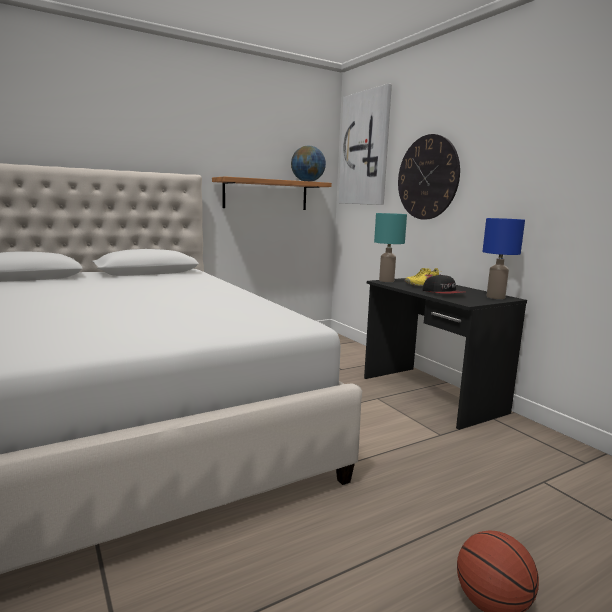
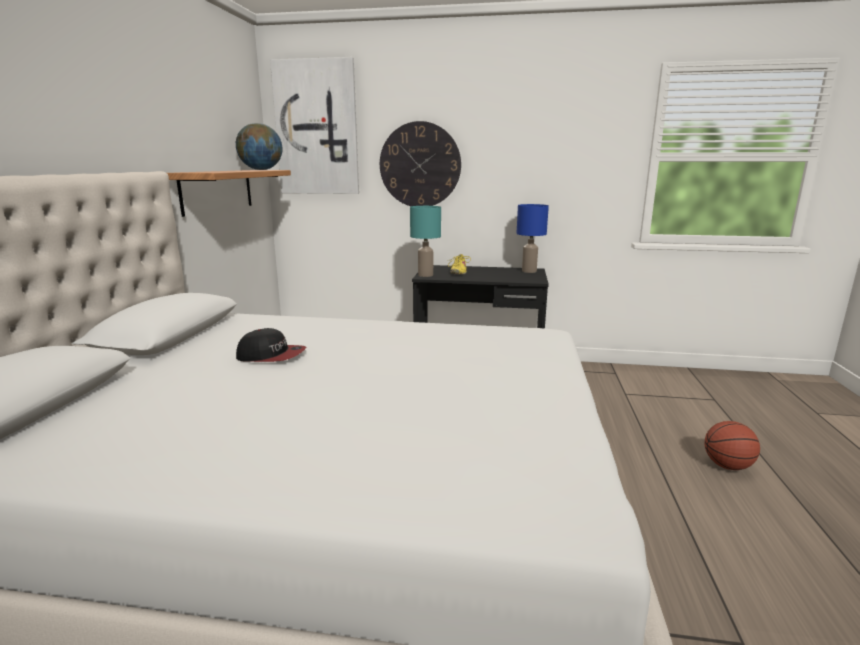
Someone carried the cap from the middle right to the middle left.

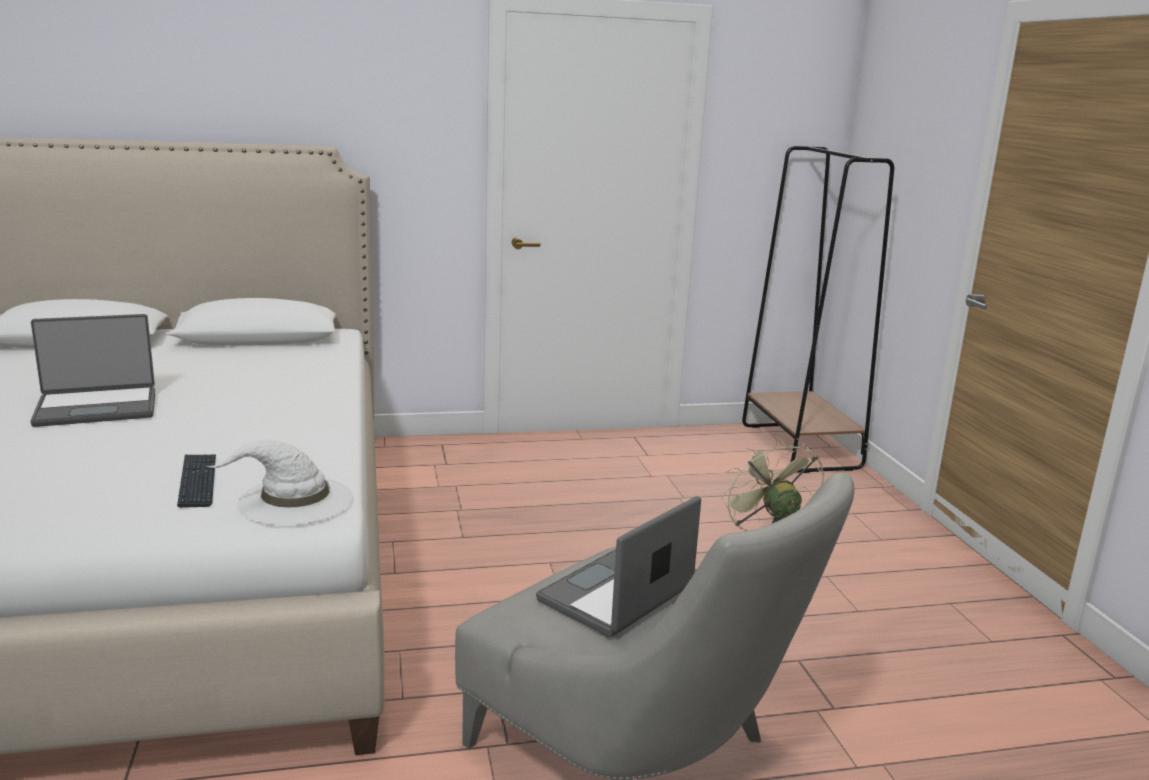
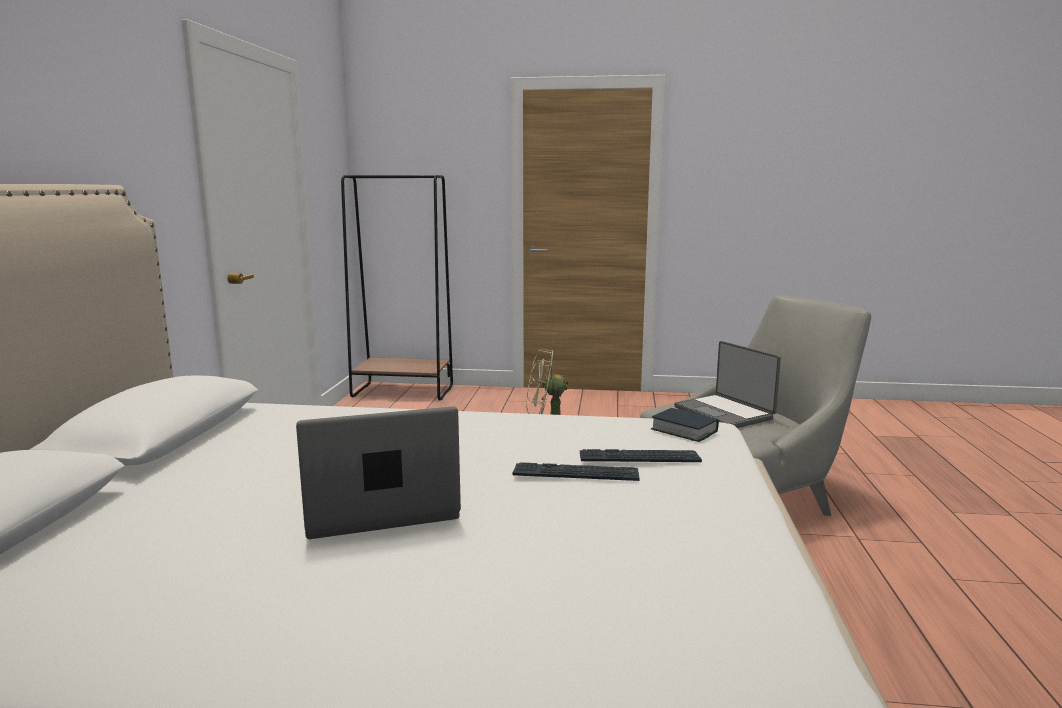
Someone rotated the laptop (no. 1 from left) at the middle left by 105 degrees counterclockwise. Someone put down the keyboard (no. 1 from left) at the centre. Someone swapped the white_hat at the middle left for the book at the centre.

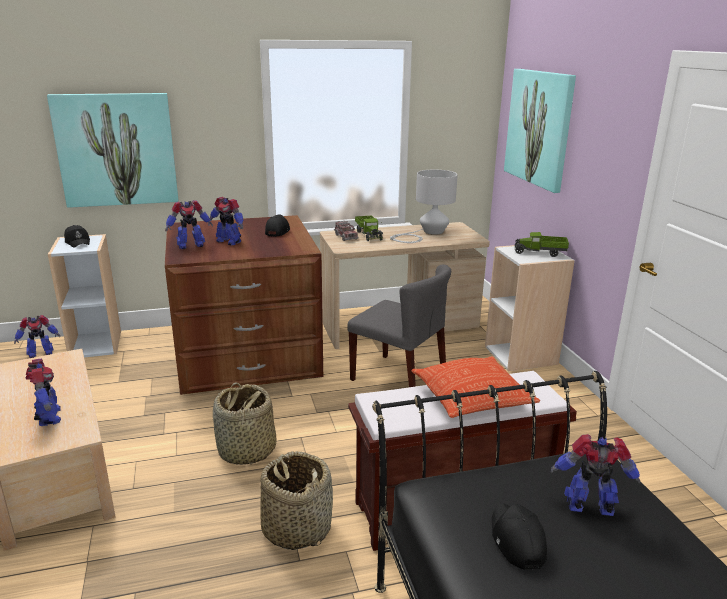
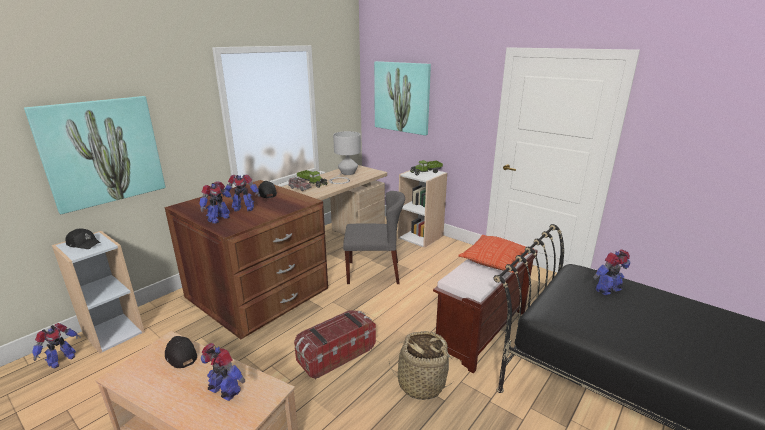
Someone carried the black_cap (no. 3 from left in the first image) from the bottom right to the bottom left. Someone swapped the basket (no. 1 from left) at the bottom centre for the storage_box at the bottom centre.

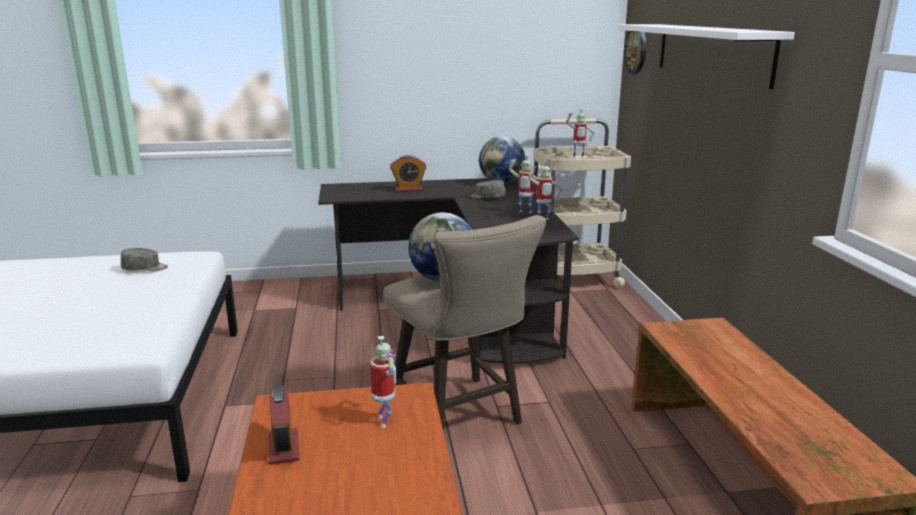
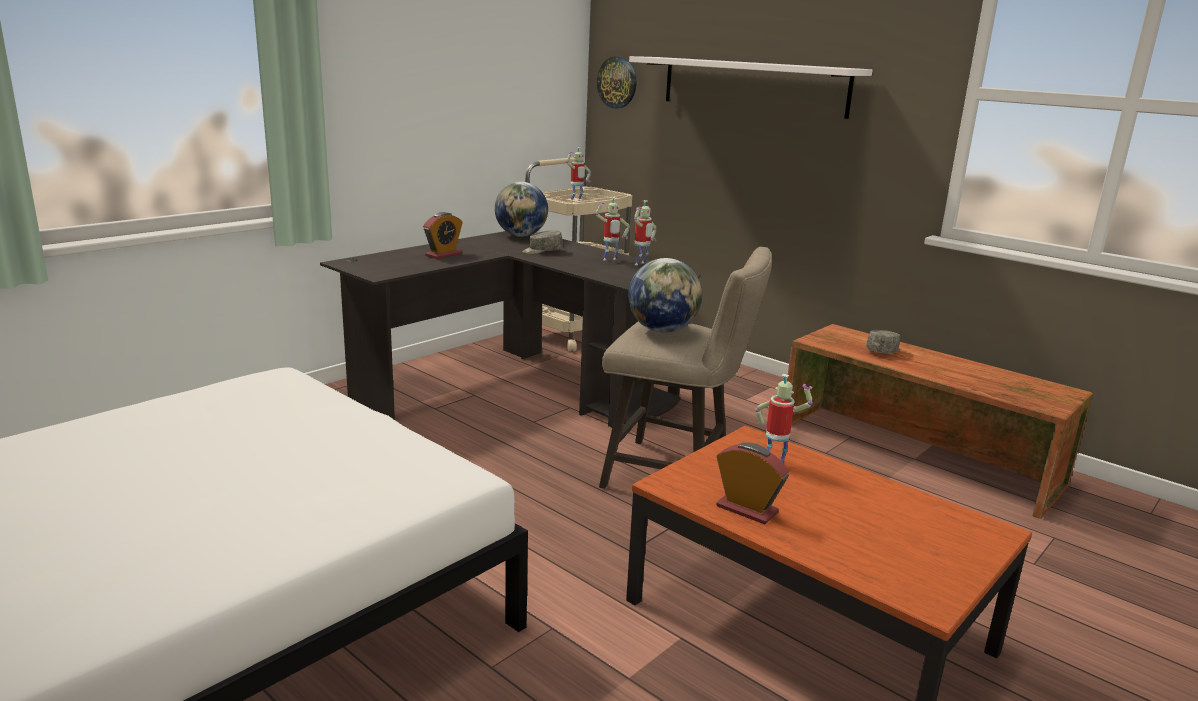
Someone carried the grey_cap (no. 1 from left in the first image) from the middle left to the middle right.

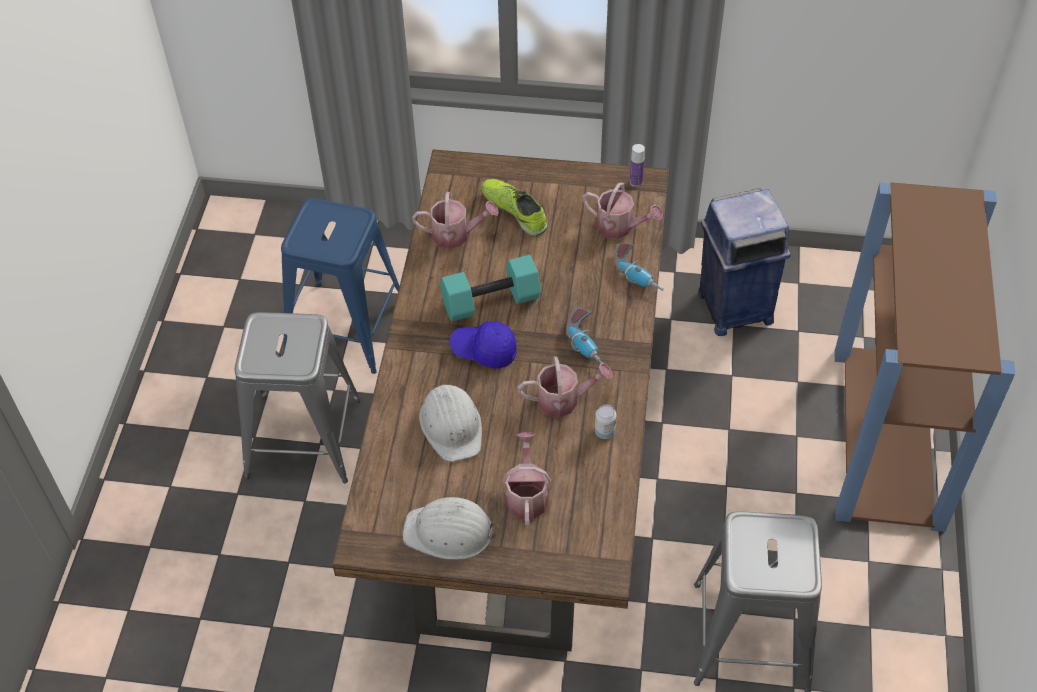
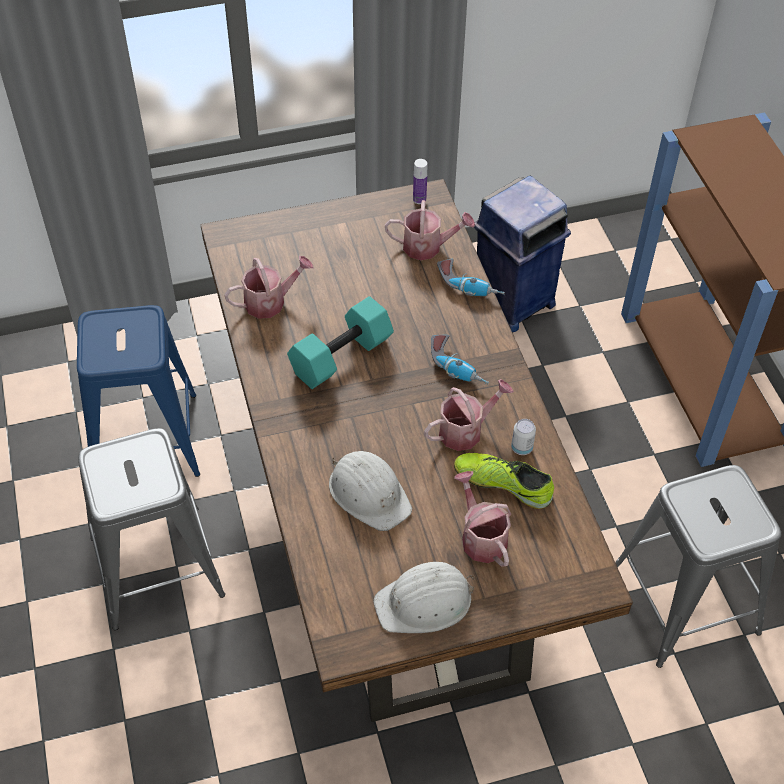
Someone carried the shoe from the top centre to the centre. Someone took away the blue_cap at the centre.

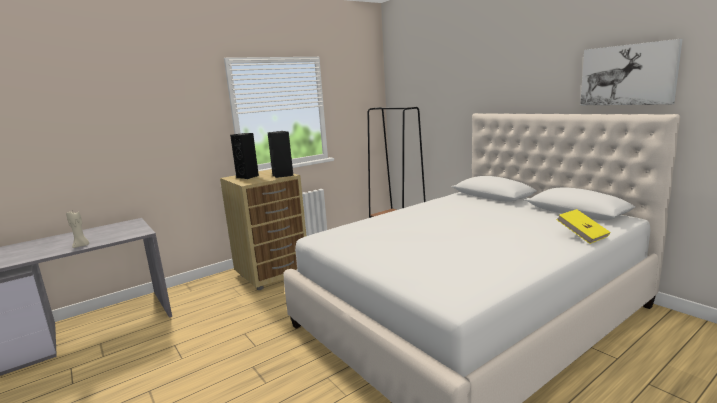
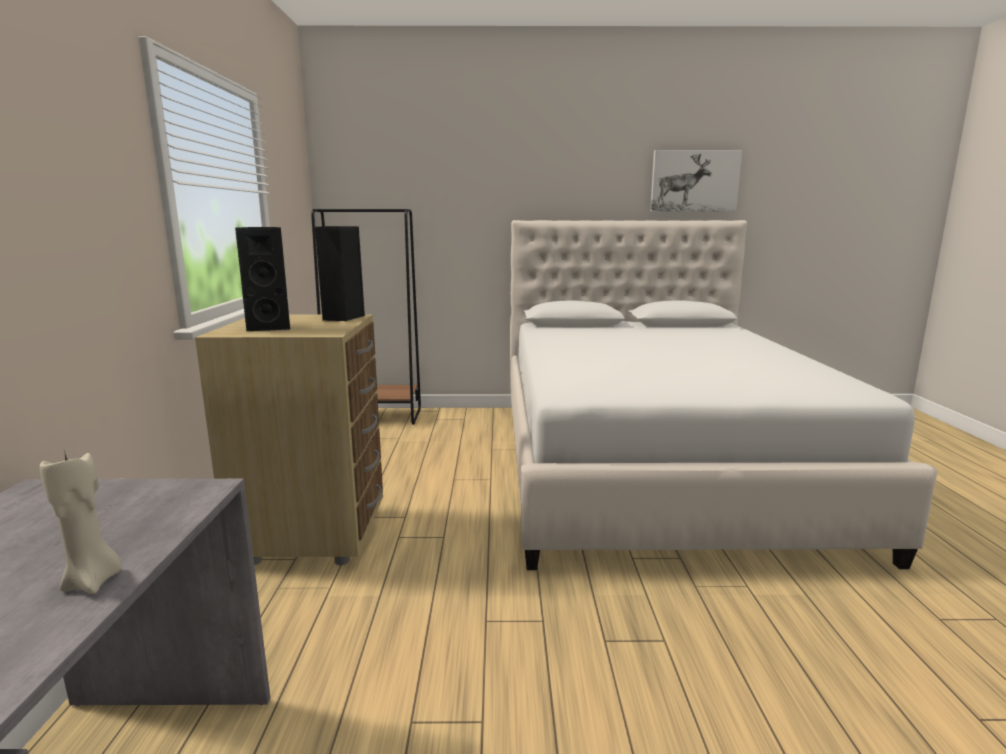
Someone took away the yellow_book at the middle right.

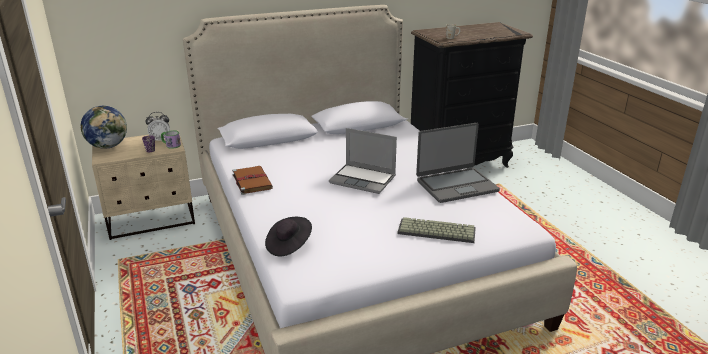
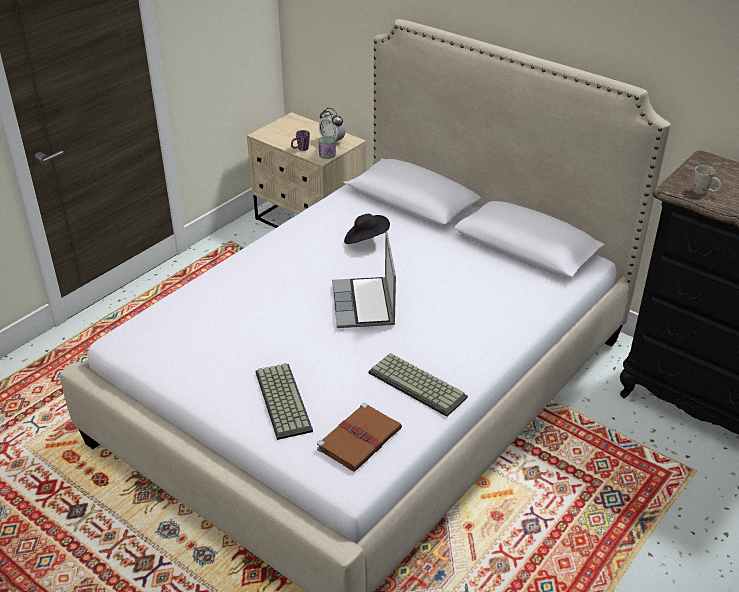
Someone carried the brown_book from the centre to the bottom centre. Someone carried the black_hat from the bottom centre to the centre. Someone swapped the laptop (no. 2 from left) at the centre for the keyboard (no. 2 from left) at the centre. Someone took away the globe at the middle left.

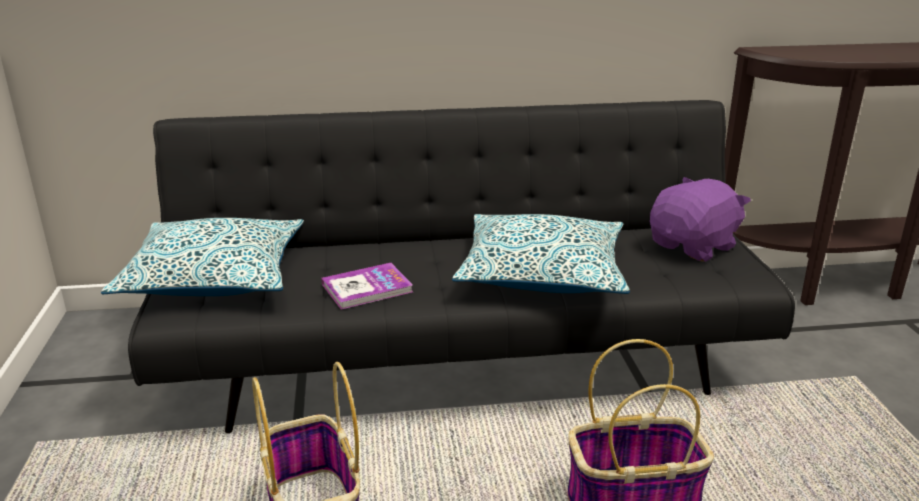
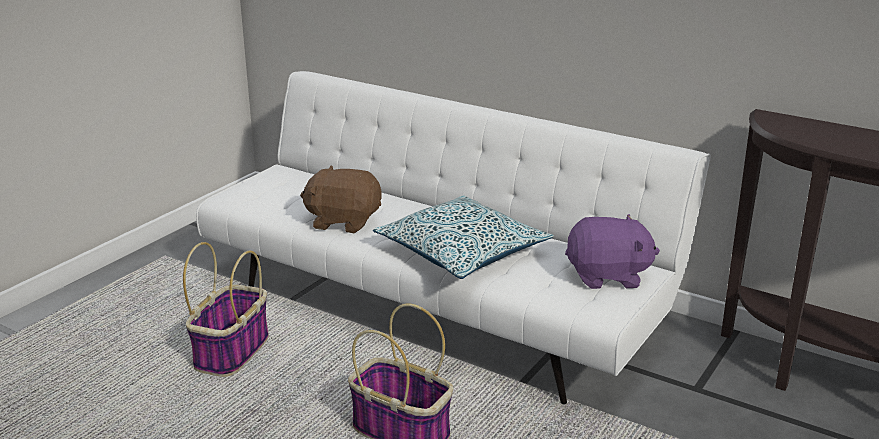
Someone repainted the black_sofa at the centre, which became the white_sofa at the centre. Someone swapped the book at the centre for the brown_plush_toy at the centre. Someone took away the pillow (no. 1 from left) at the middle left.

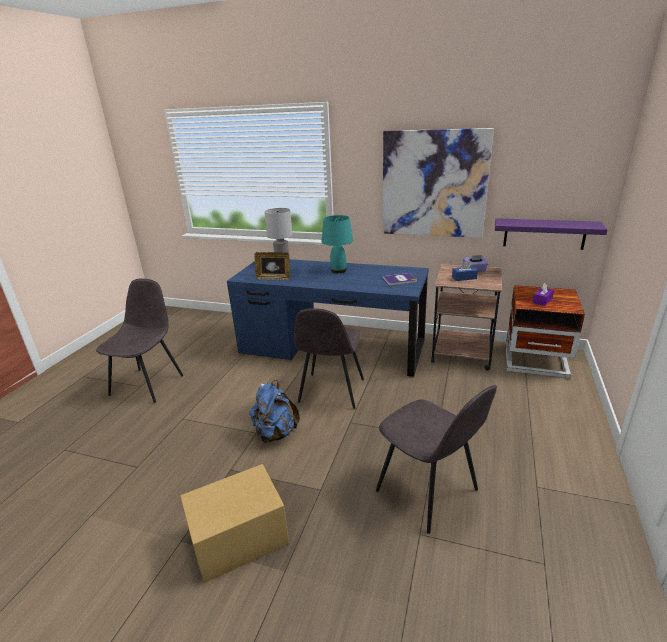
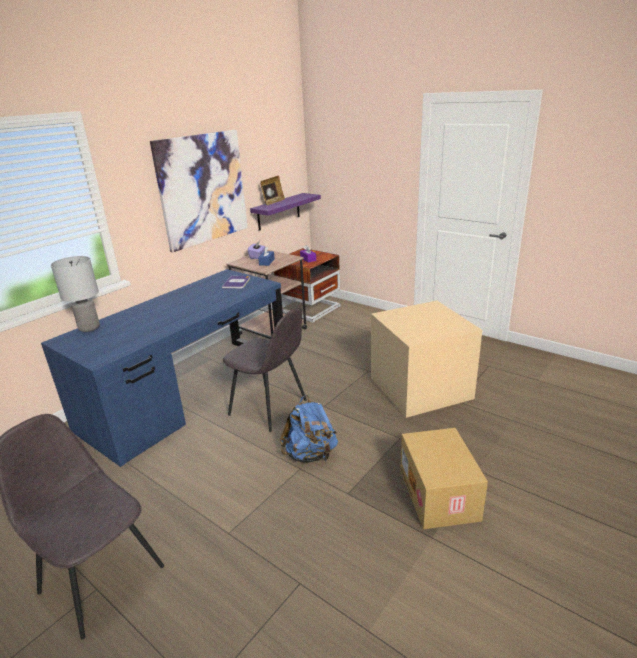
Someone carried the picture_frame from the centre to the top centre. Someone swapped the grey_chair (no. 3 from left) at the bottom centre for the beige_storage_box at the middle right. Someone took away the turquoise_table_lamp at the centre.

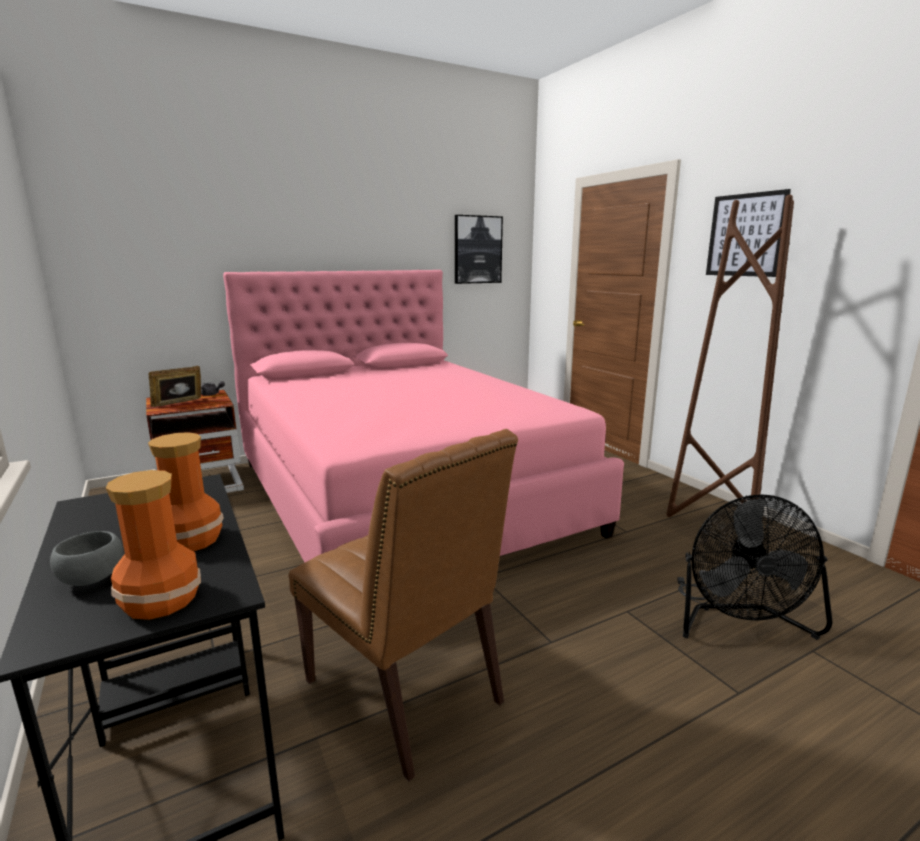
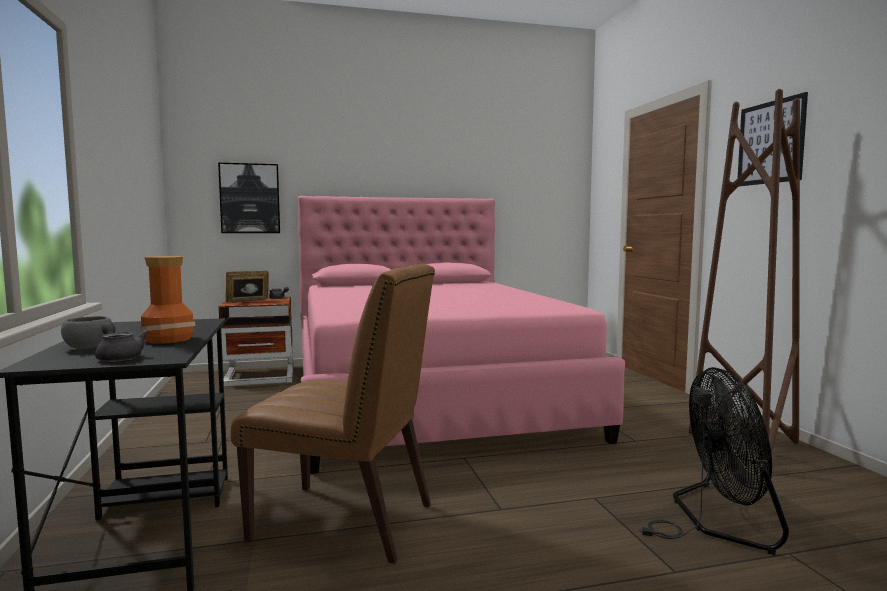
Someone swapped the vase (no. 1 from left) at the middle left for the grey_teapot (no. 1 from left) at the middle left. Someone carried the picture (no. 1 from left) from the top centre to the middle left. Someone rotated the brown_chair at the bottom centre by 45 degrees counterclockwise. Someone rotated the black_fan at the bottom right by 105 degrees counterclockwise.

